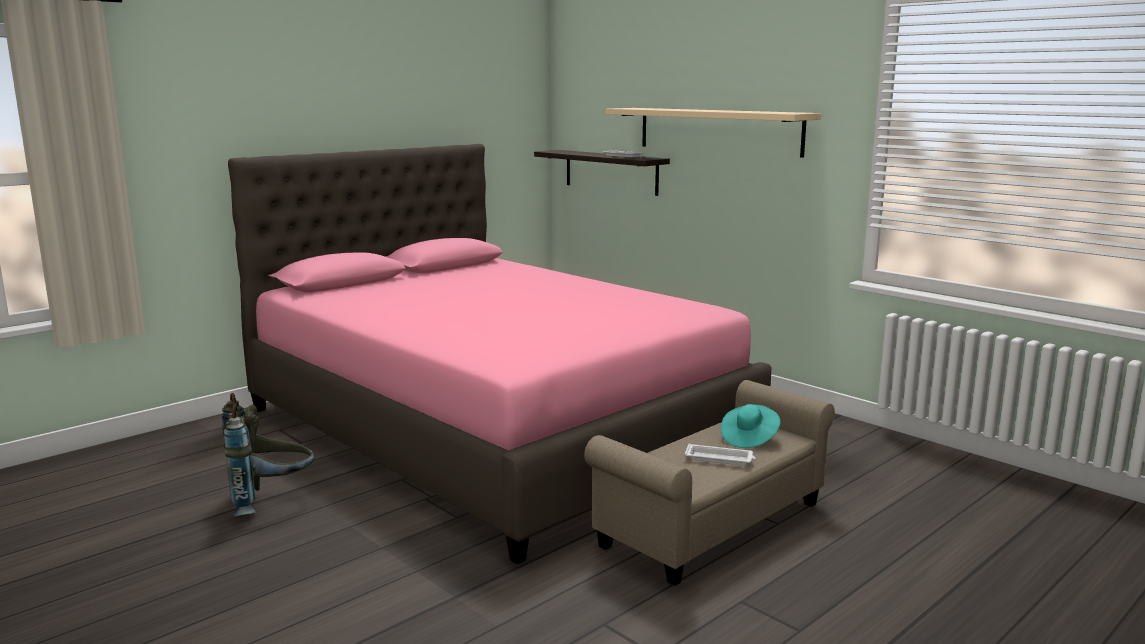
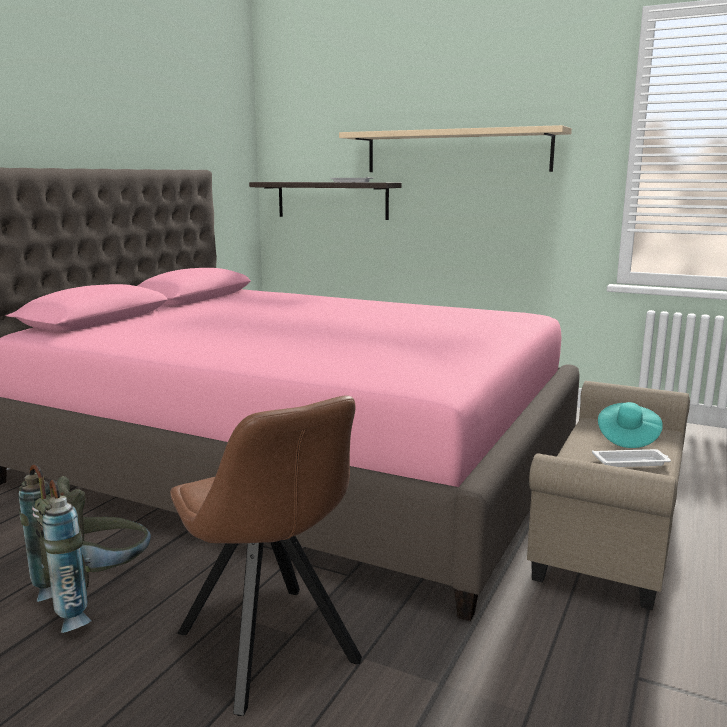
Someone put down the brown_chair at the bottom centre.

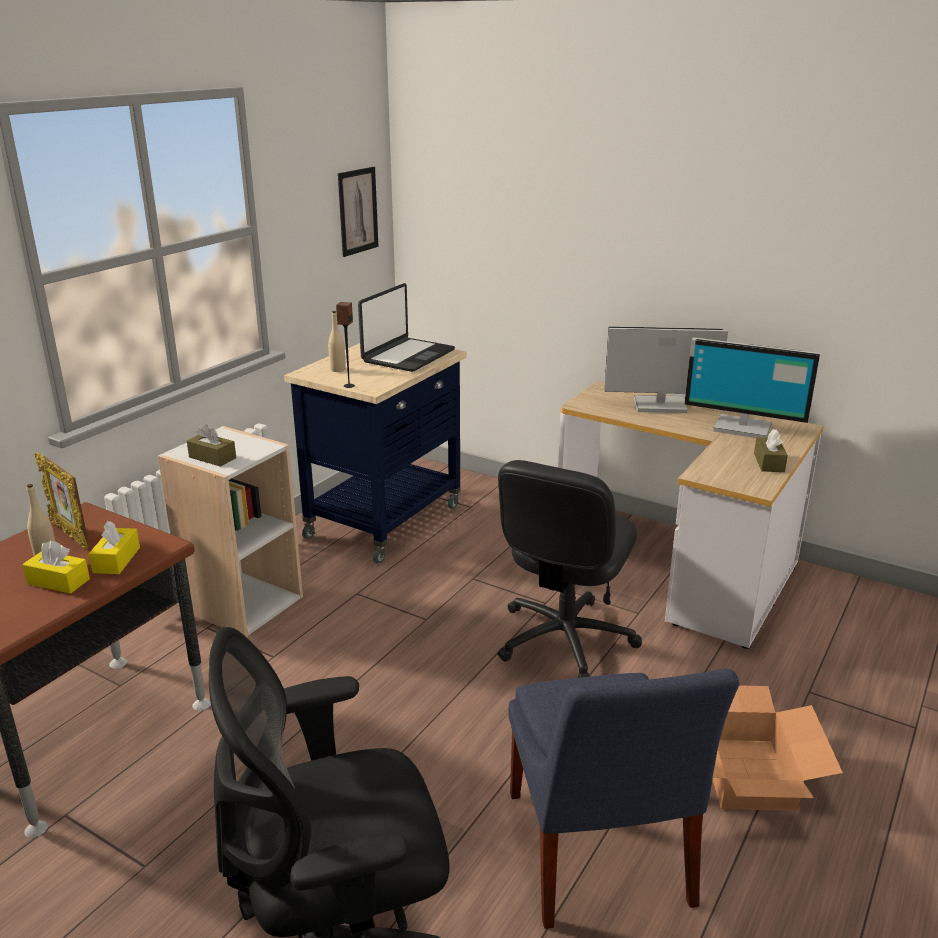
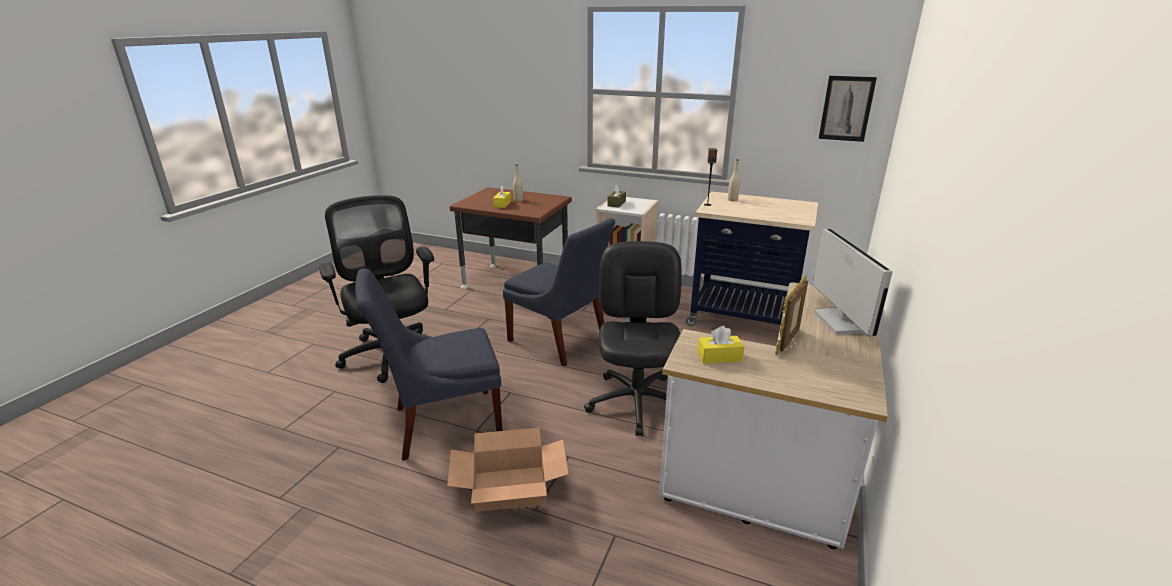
Someone put down the blue_chair (no. 2 from left) at the centre. Someone rotated the black_office_chair (no. 2 from left) at the centre by 75 degrees clockwise. Someone carried the yellow_tissue_box (no. 2 from left) from the middle left to the centre. Someone carried the picture_frame from the middle left to the middle right. Someone took away the laptop at the centre. Someone took away the monitor (no. 2 from left) at the middle right. Someone took away the brown_tissue_box (no. 2 from left) at the middle right.

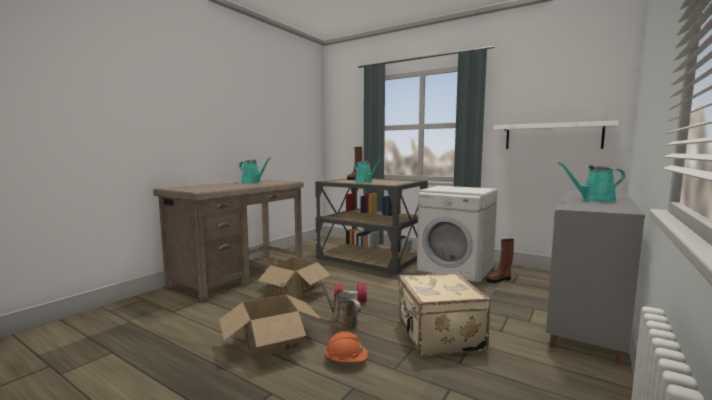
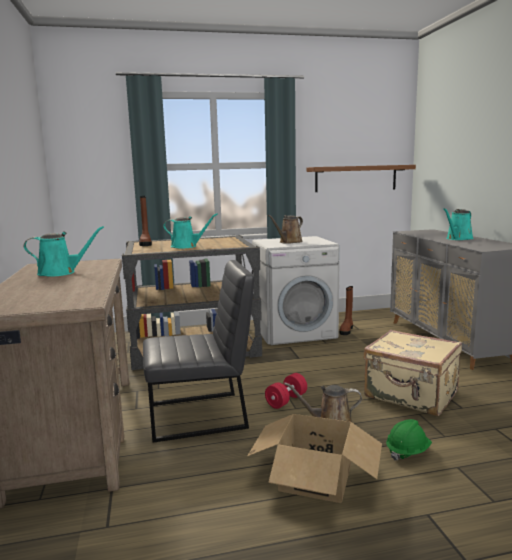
Someone swapped the cardboard_box (no. 2 from left) at the bottom centre for the grey_chair at the centre. Someone put down the brown_watering_can (no. 1 from left) at the centre. Someone repainted the white_shelf at the middle right, which became the brown_shelf at the top right. Someone repainted the orange_hard_hat at the bottom centre, which became the green_hard_hat at the bottom right.

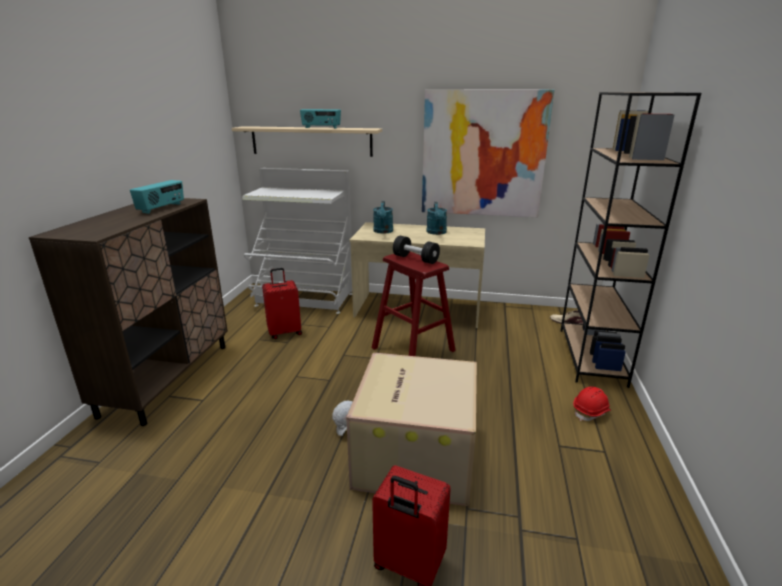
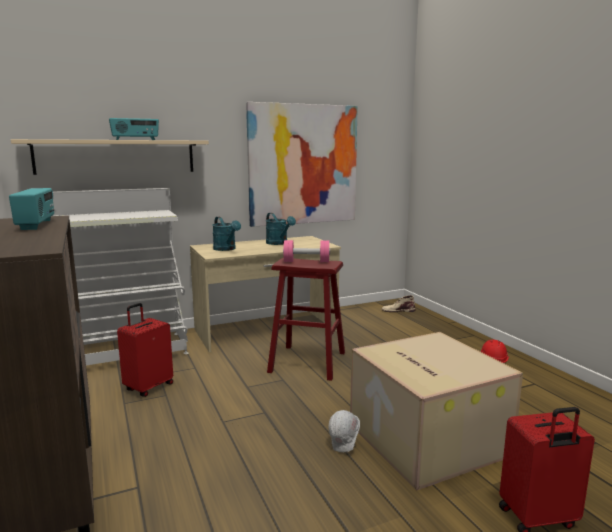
Someone repainted the black_dumbbell at the centre, which became the pink_dumbbell at the centre. Someone took away the beige_bookcase at the middle right.

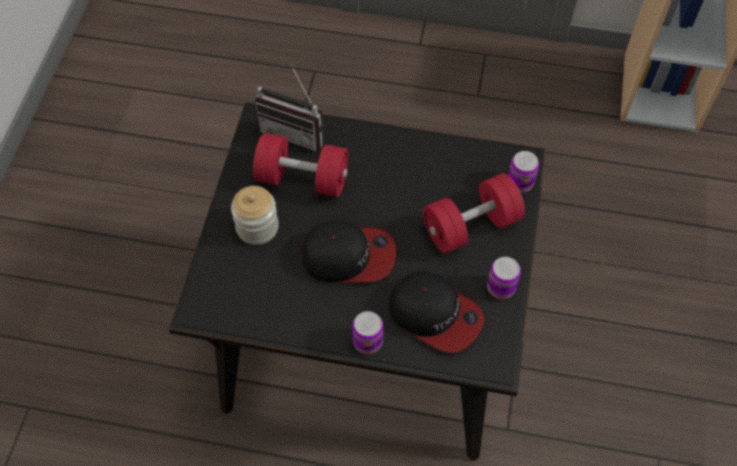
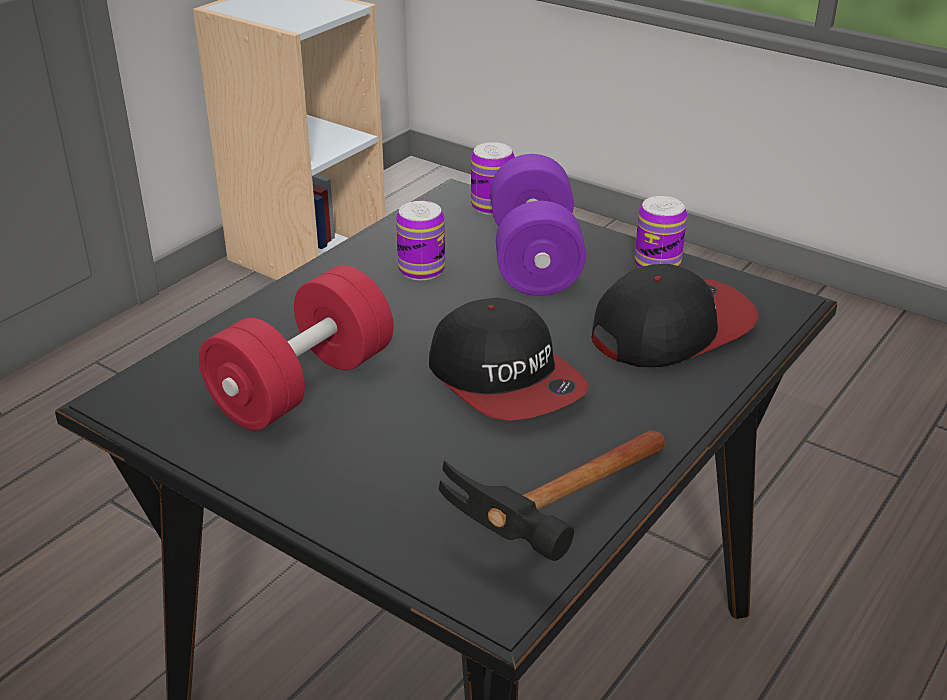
Someone carried the can (no. 1 from left) from the bottom centre to the centre. Someone rotated the cap (no. 1 from left) at the centre by 120 degrees clockwise. Someone put down the hammer at the bottom centre. Someone repainted the red_dumbbell (no. 2 from left) at the centre, which became the purple_dumbbell at the top centre. Someone took away the jar at the centre. Someone took away the radio at the top centre.

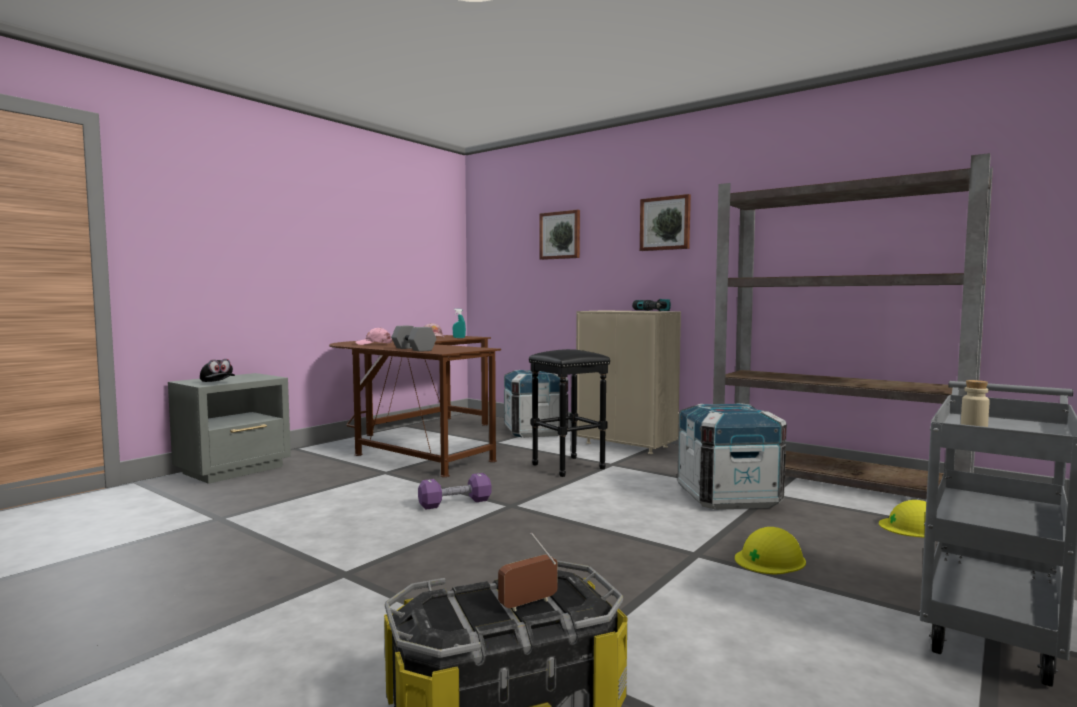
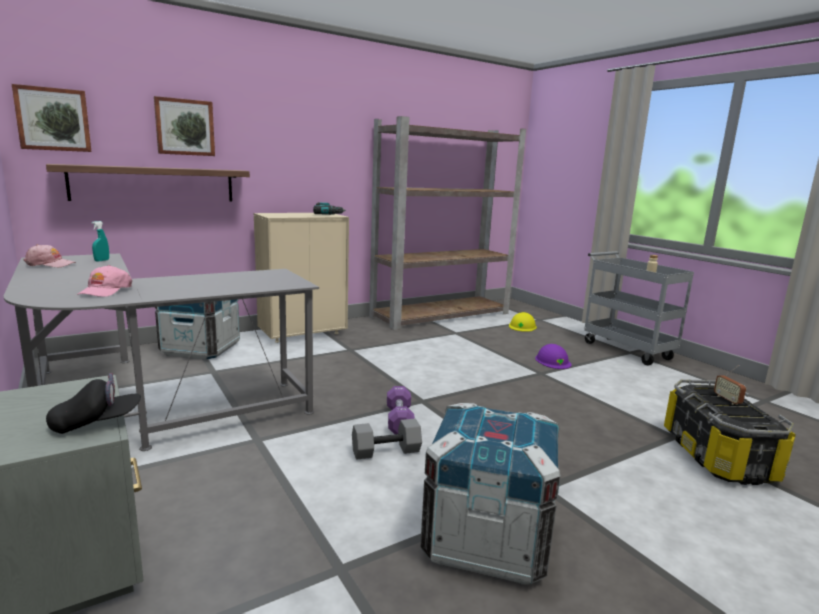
Someone repainted the brown_desk at the centre, which became the grey_desk at the middle left. Someone carried the picture (no. 2 from left in the first image) from the top centre to the top left. Someone put up the shelf at the top left. Someone carried the grey_dumbbell from the centre to the bottom centre. Someone carried the crate (no. 2 from left) from the middle right to the bottom centre. Someone repainted the yellow_hard_hat (no. 1 from left) at the bottom right, which became the purple_hard_hat at the middle right. Someone took away the black_stool at the centre.

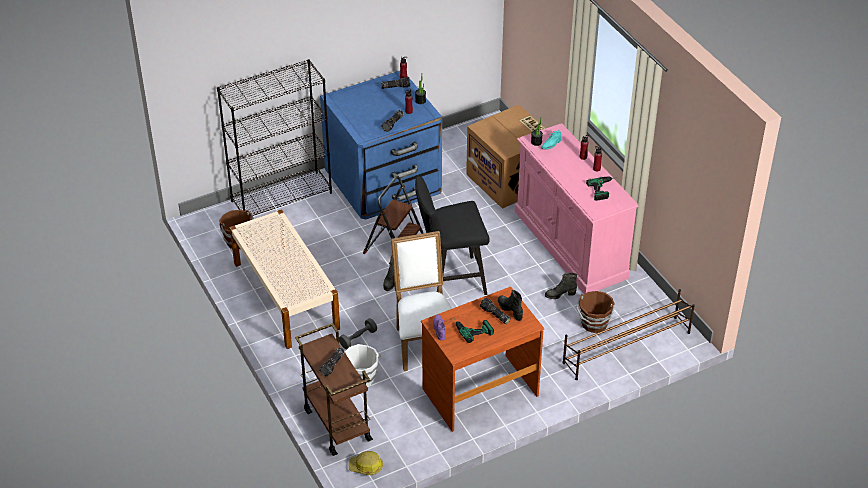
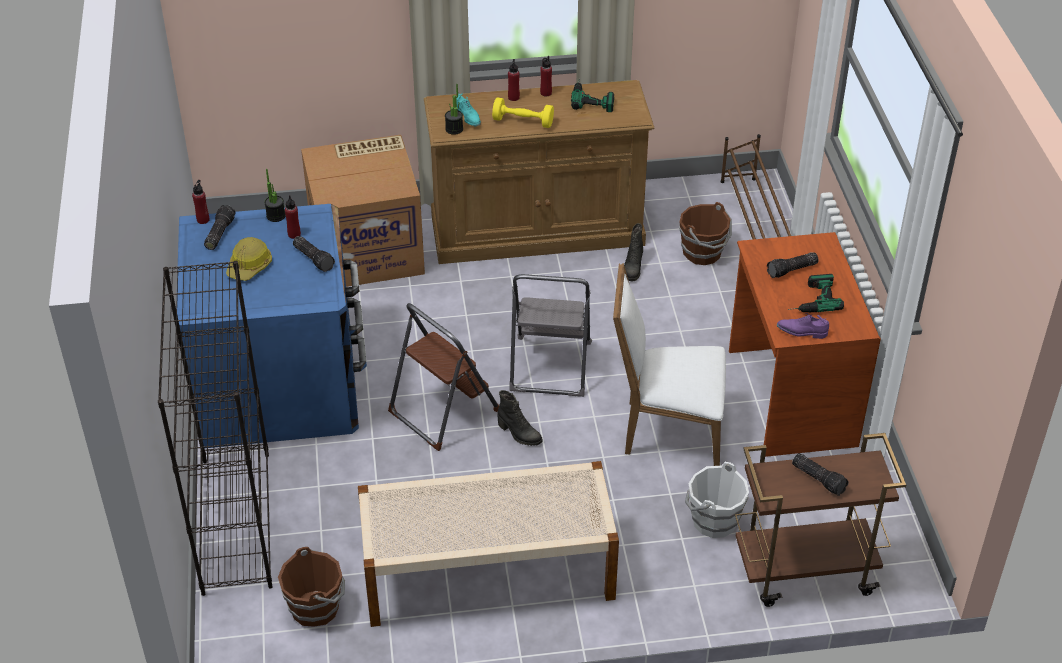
Someone carried the hard_hat from the bottom centre to the middle left. Someone repainted the pink_cabinet at the centre, which became the brown_cabinet at the top centre. Someone put down the yellow_dumbbell at the top centre. Someone swapped the black_stool at the centre for the grey_step_ladder at the centre. Someone took away the grey_dumbbell at the bottom centre. Someone took away the black_boot (no. 2 from left) at the centre.

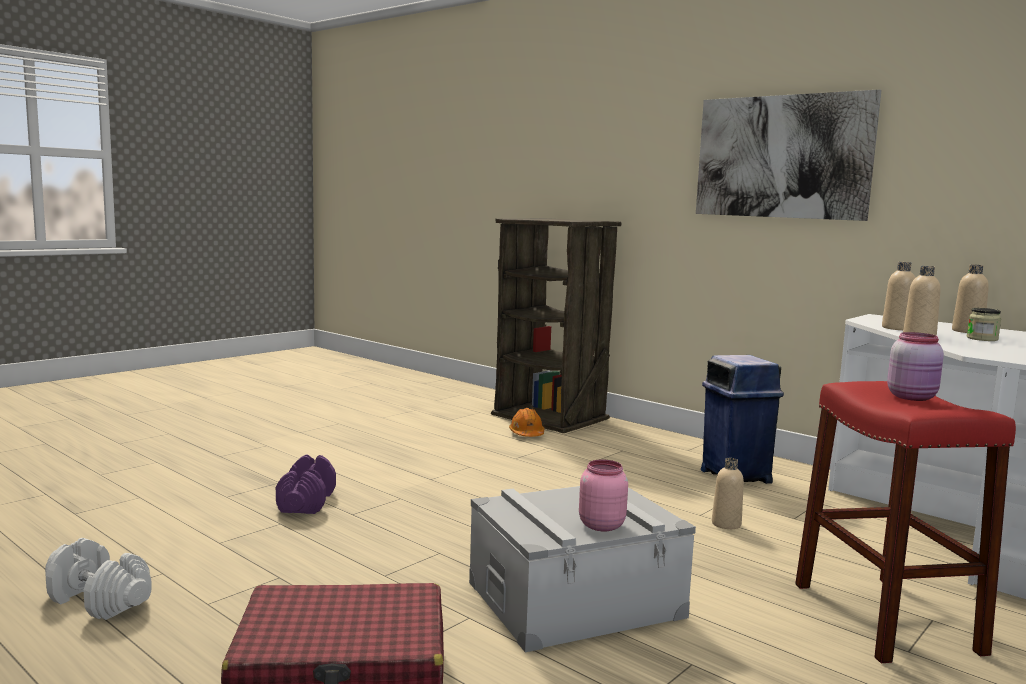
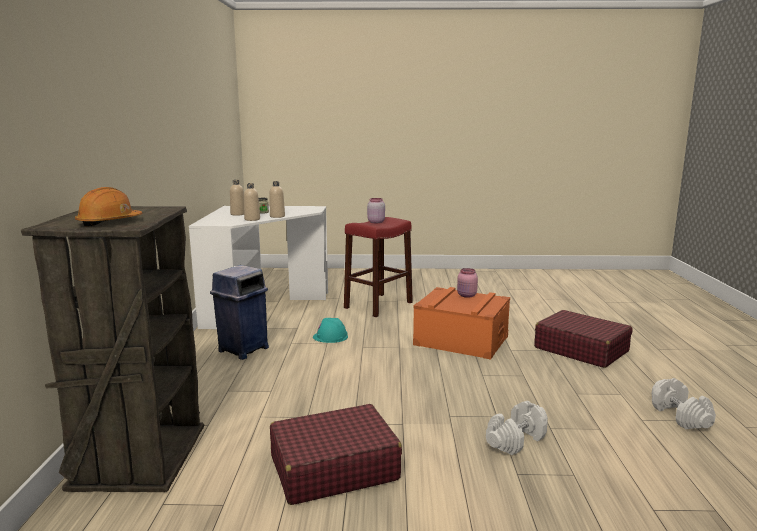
Someone carried the orange_hard_hat from the centre to the middle left. Someone put down the red_suitcase (no. 1 from left) at the bottom centre. Someone swapped the beige_bottle (no. 1 from left) at the bottom right for the turquoise_hard_hat at the centre. Someone repainted the grey_storage_box at the bottom centre, which became the orange_storage_box at the centre. Someone repainted the purple_dumbbell at the bottom left, which became the white_dumbbell (no. 1 from left) at the bottom right. Someone took away the picture at the top right.

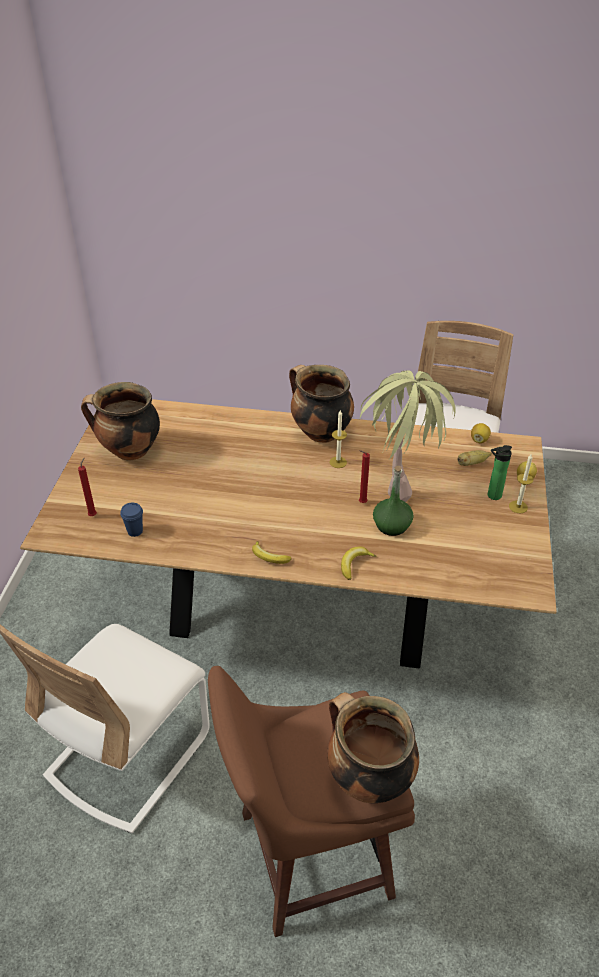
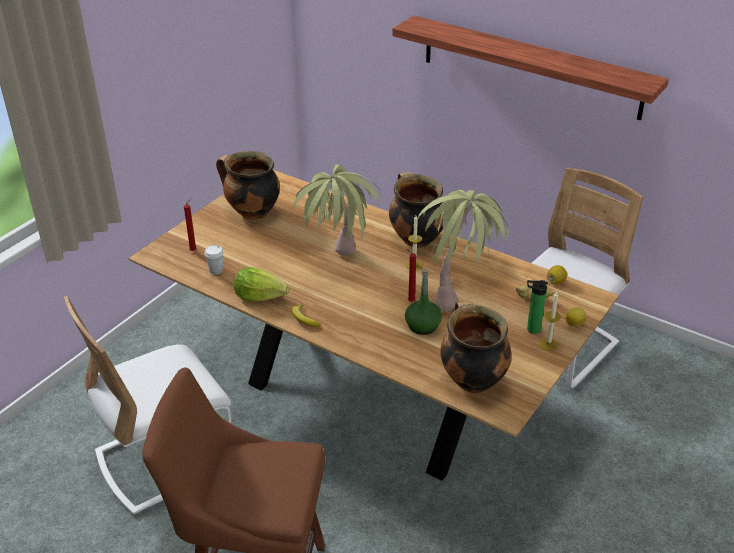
Someone repainted the blue_cup at the middle left, which became the white_cup at the middle left. Someone put down the lettuce at the centre. Someone put down the potted_plant (no. 1 from left) at the centre. Someone put up the shelf at the top right. Someone carried the cooking_pot (no. 3 from left) from the bottom centre to the centre. Someone took away the banana (no. 2 from left) at the centre.

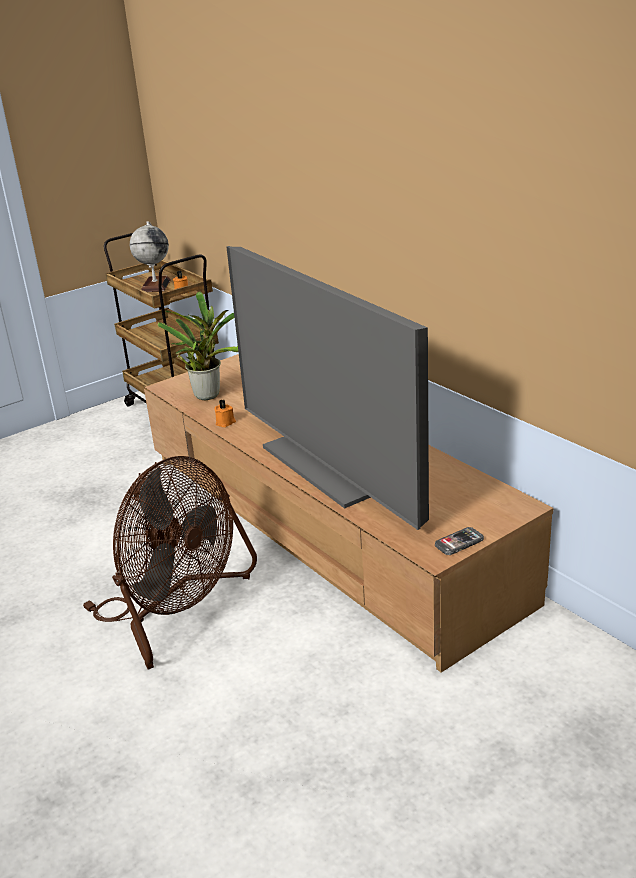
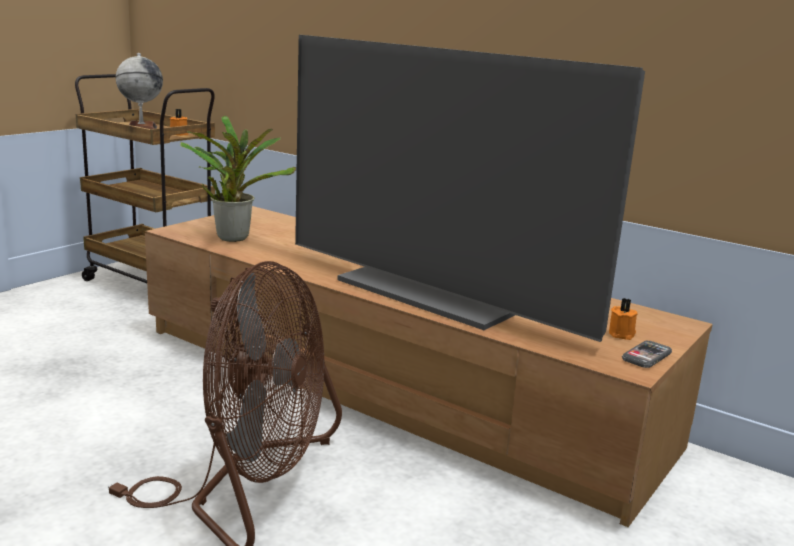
Someone carried the orange_candle (no. 2 from left) from the centre to the middle right.

